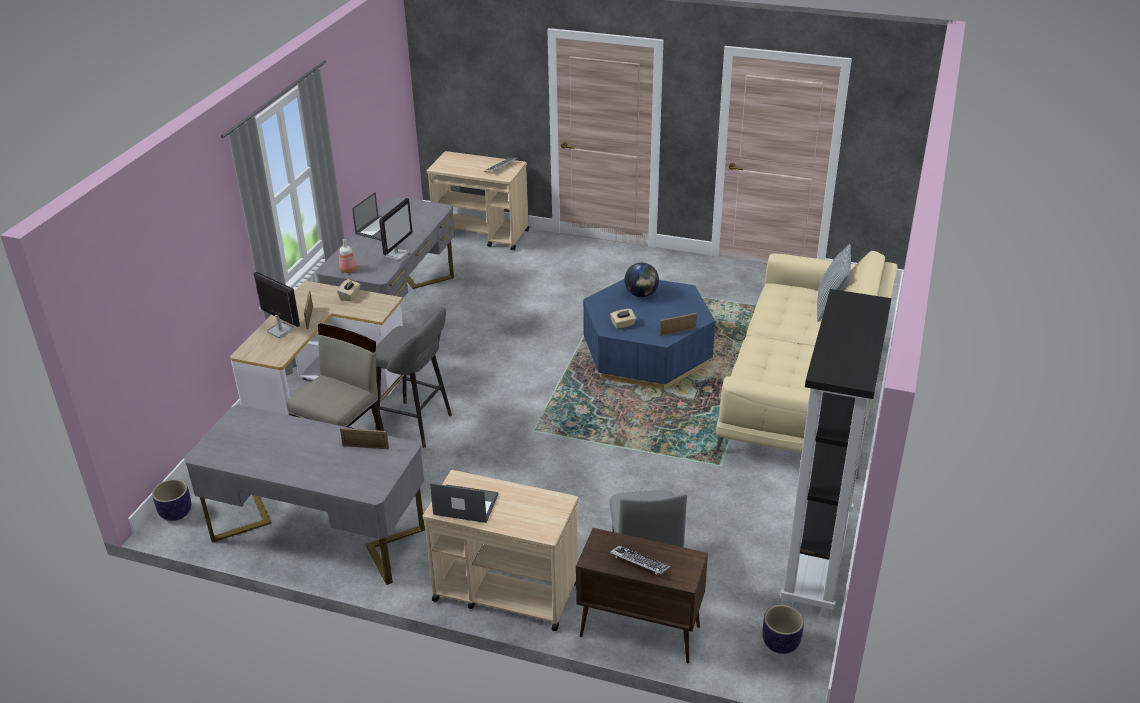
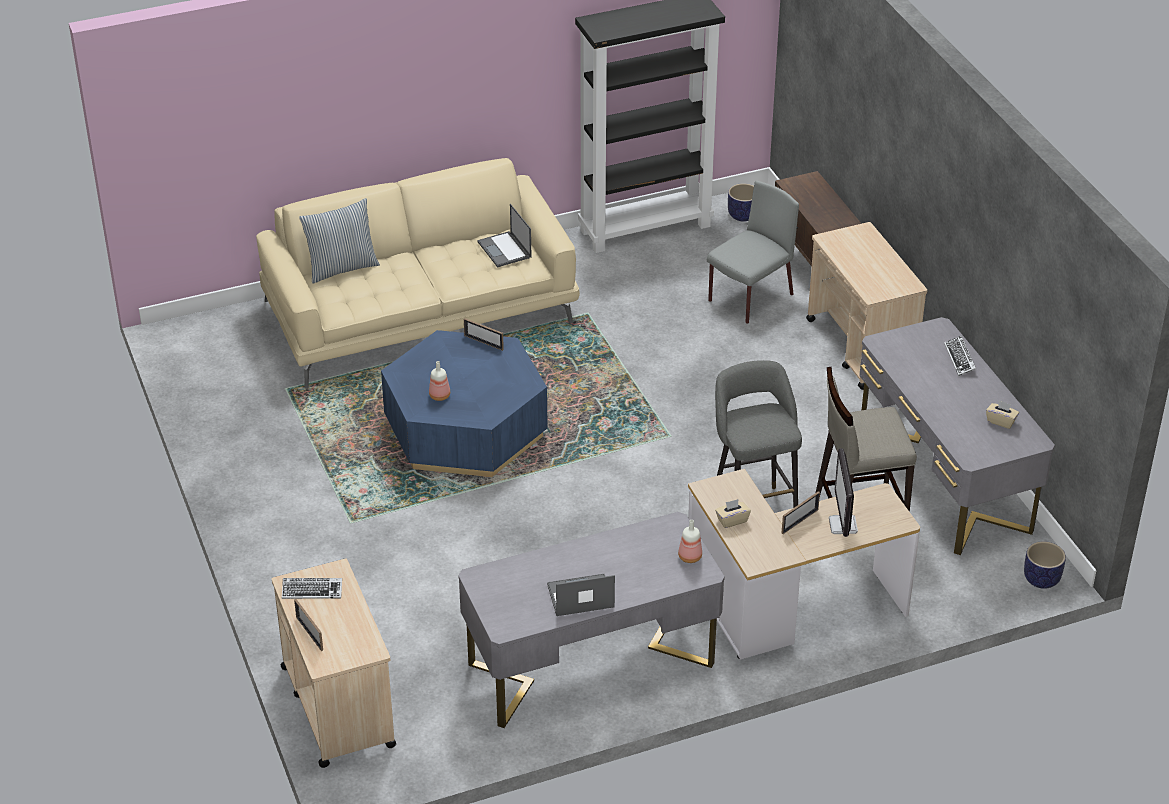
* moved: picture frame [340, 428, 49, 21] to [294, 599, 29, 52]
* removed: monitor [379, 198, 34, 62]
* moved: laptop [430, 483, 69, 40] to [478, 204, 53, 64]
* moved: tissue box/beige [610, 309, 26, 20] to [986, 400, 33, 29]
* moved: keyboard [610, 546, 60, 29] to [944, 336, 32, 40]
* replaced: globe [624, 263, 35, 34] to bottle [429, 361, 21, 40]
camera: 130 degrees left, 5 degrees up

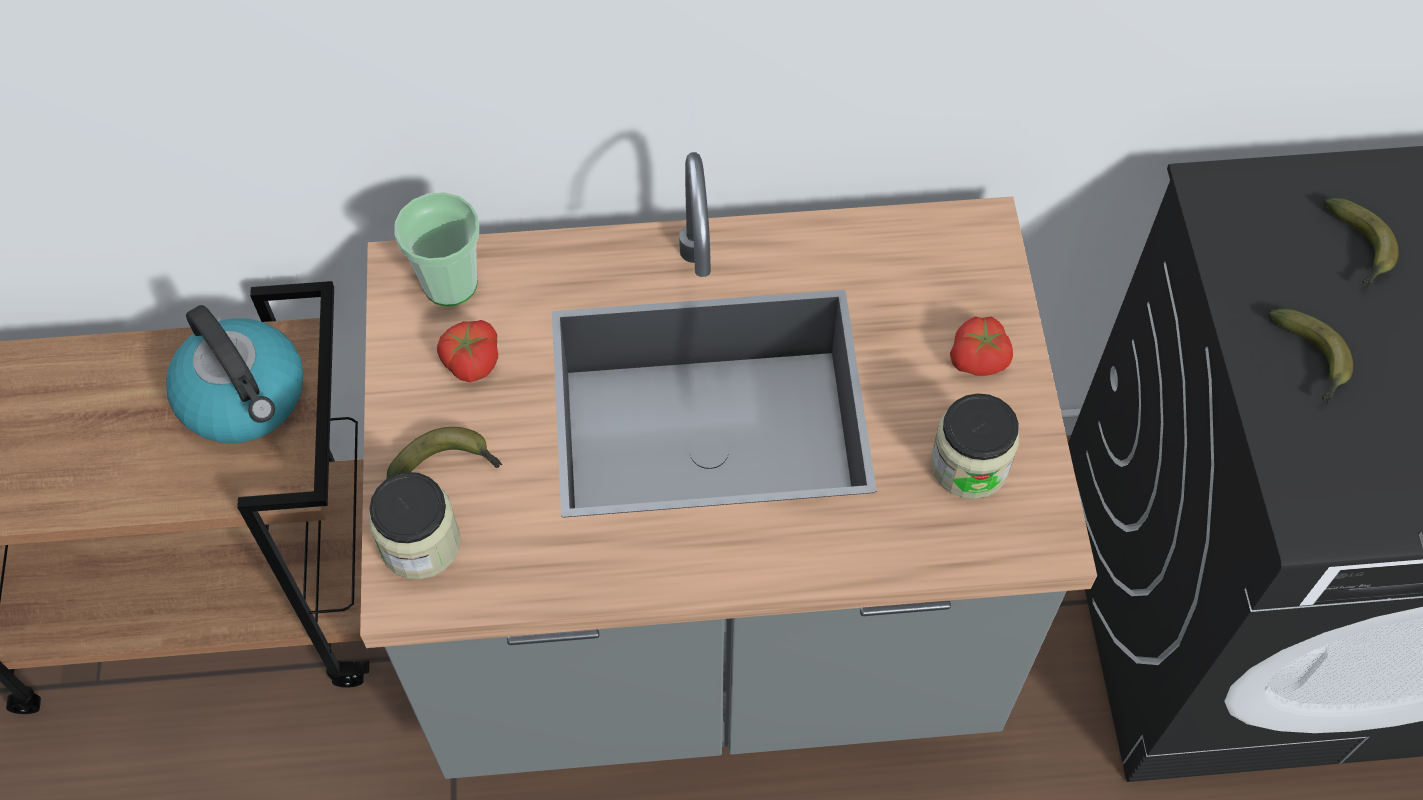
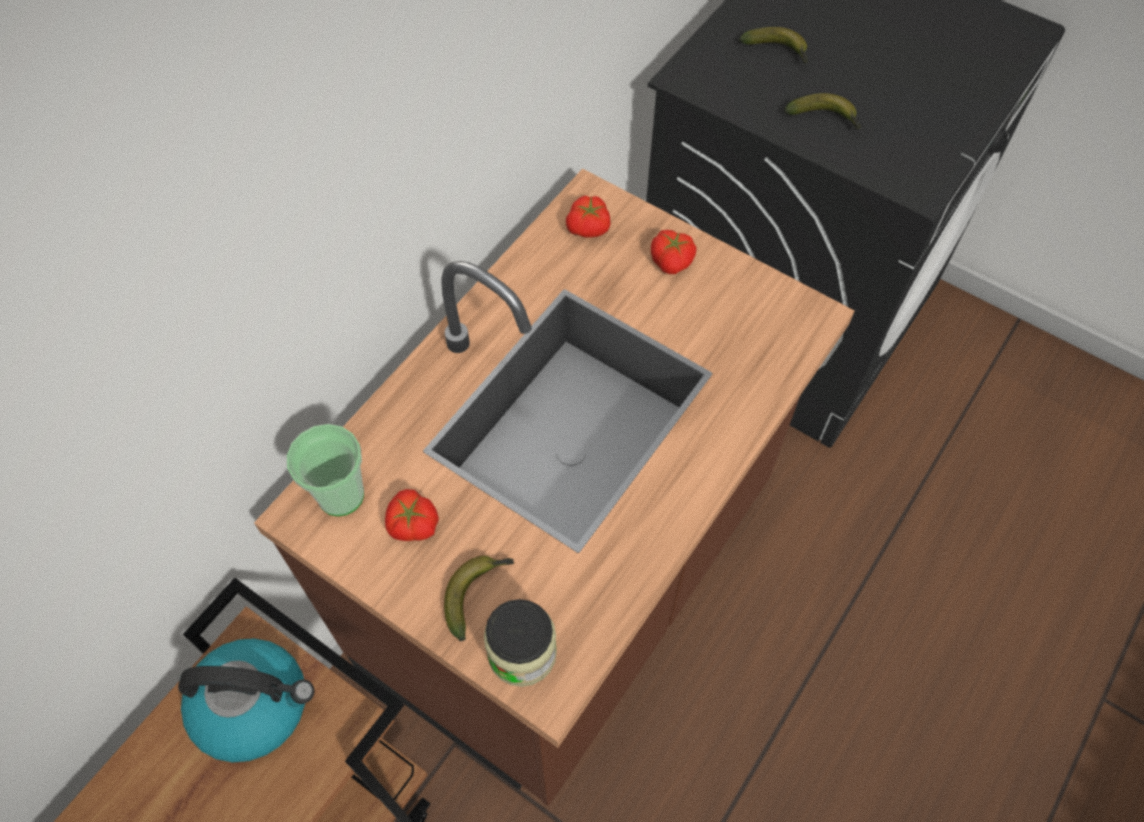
* recoloured: counter/grey [360, 152, 737, 627] to counter/brown [254, 168, 601, 638]
* removed: jar [931, 393, 88, 106]
* added: tomato [566, 195, 44, 43]
camera: 50 degrees left, 0 degrees up

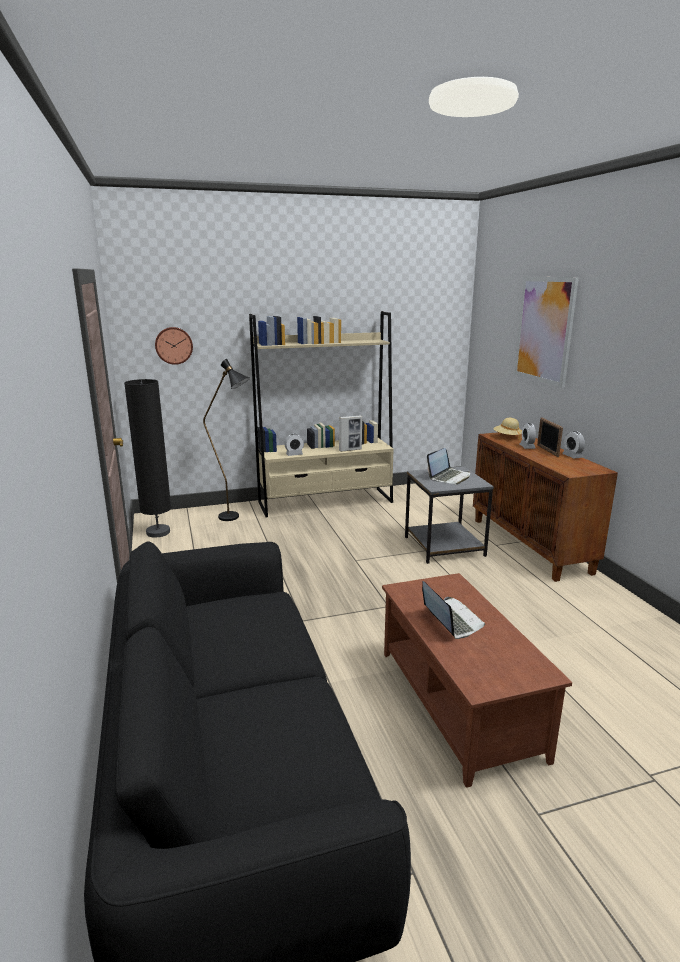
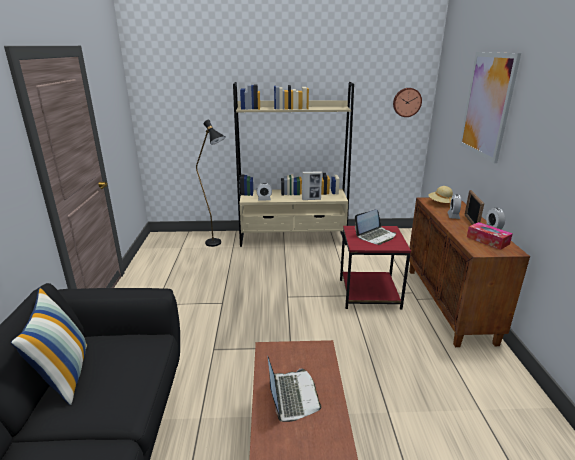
* removed: floor lamp/black [124, 379, 47, 159]
* moved: wall clock [155, 327, 38, 38] to [393, 88, 29, 29]
* recoloured: side table/grey [405, 466, 89, 98] to side table/red [340, 226, 71, 84]
* added: pillow [11, 288, 76, 117]
* added: tissue box [467, 222, 46, 28]
camera: 15 degrees right, 5 degrees up

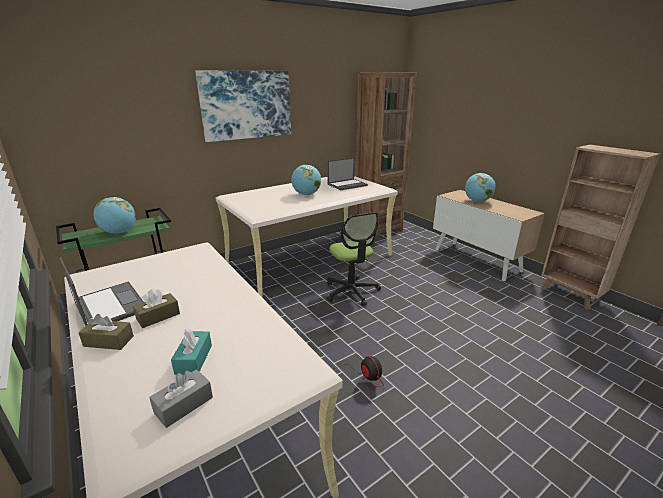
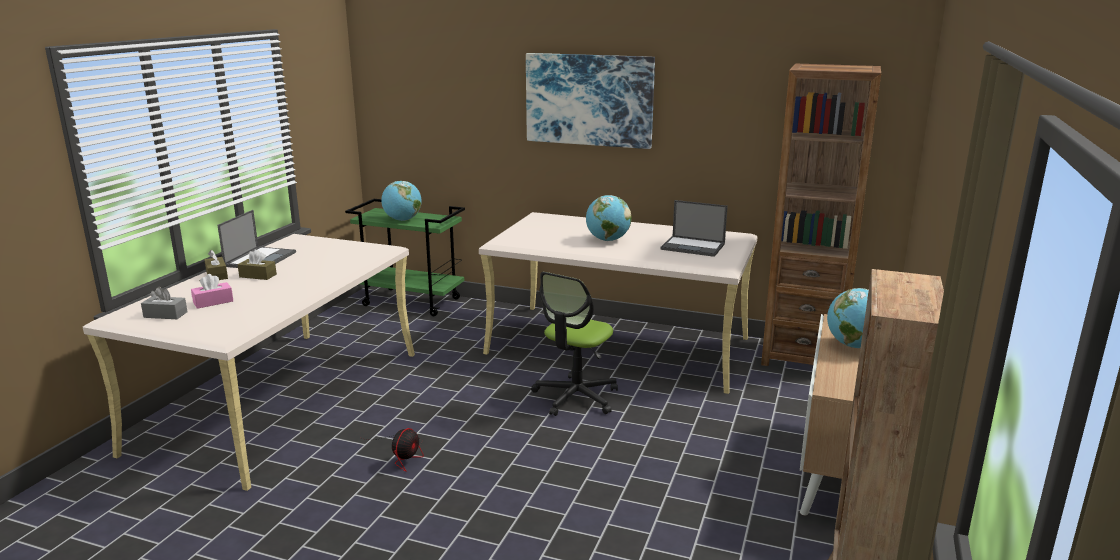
* recoloured: tissue box/turquoise [171, 328, 41, 47] to tissue box/pink [191, 274, 42, 35]
camera: 55 degrees right, 5 degrees down

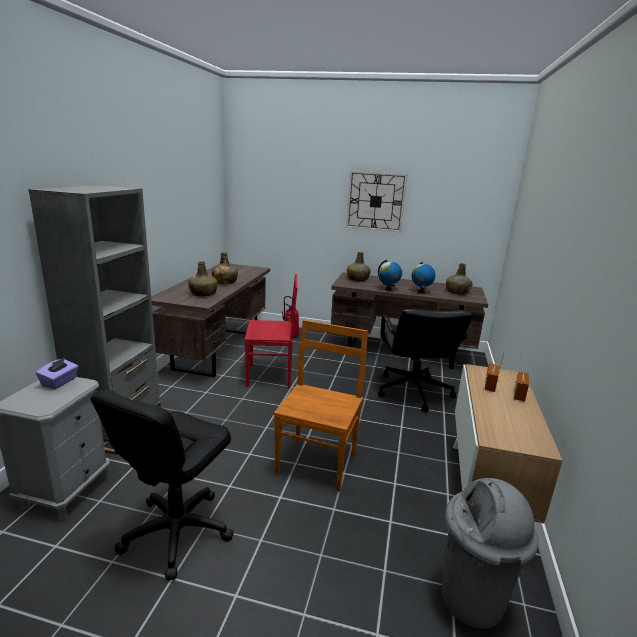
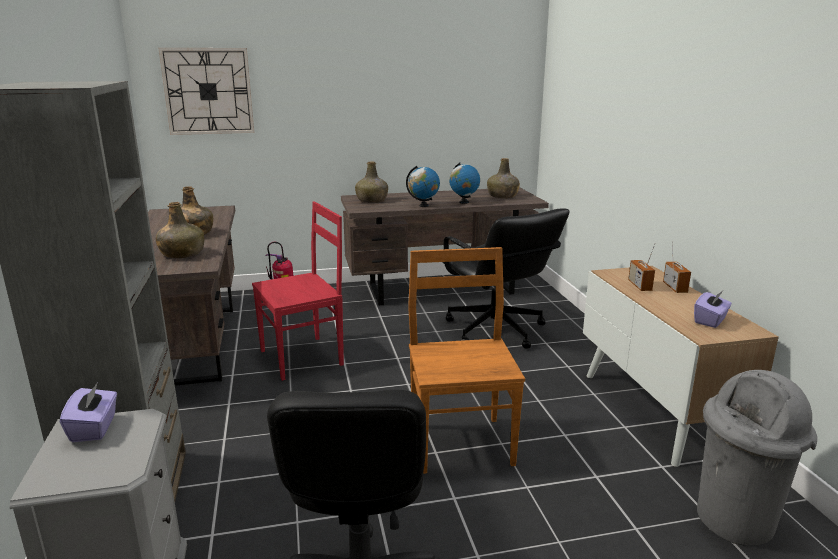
* moved: wall clock [346, 171, 61, 62] to [158, 48, 96, 87]
* added: tissue box/purple [694, 291, 38, 37]
camera: 25 degrees left, 0 degrees up

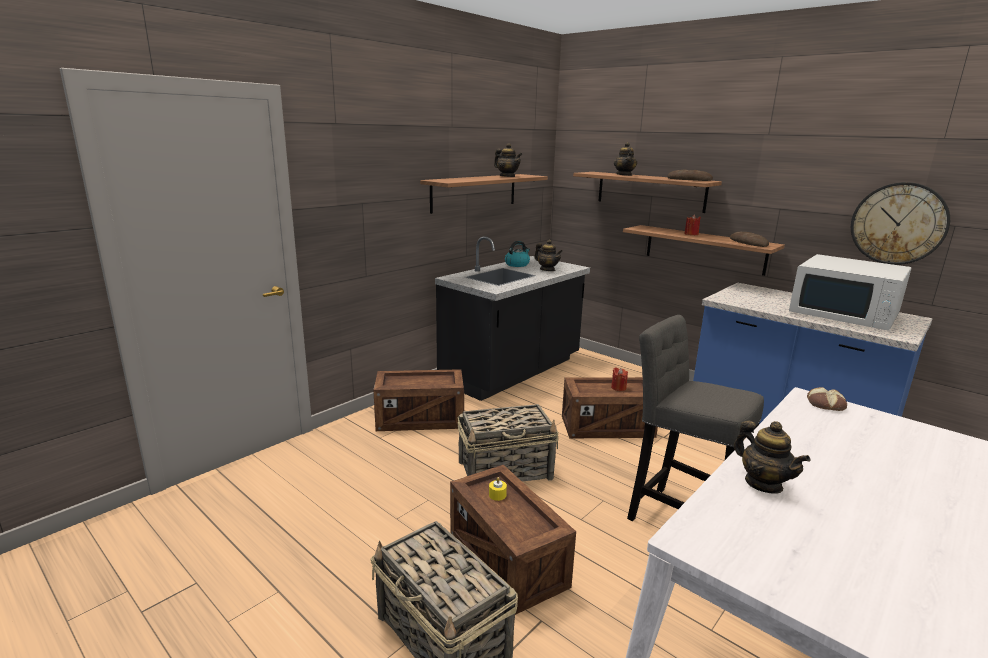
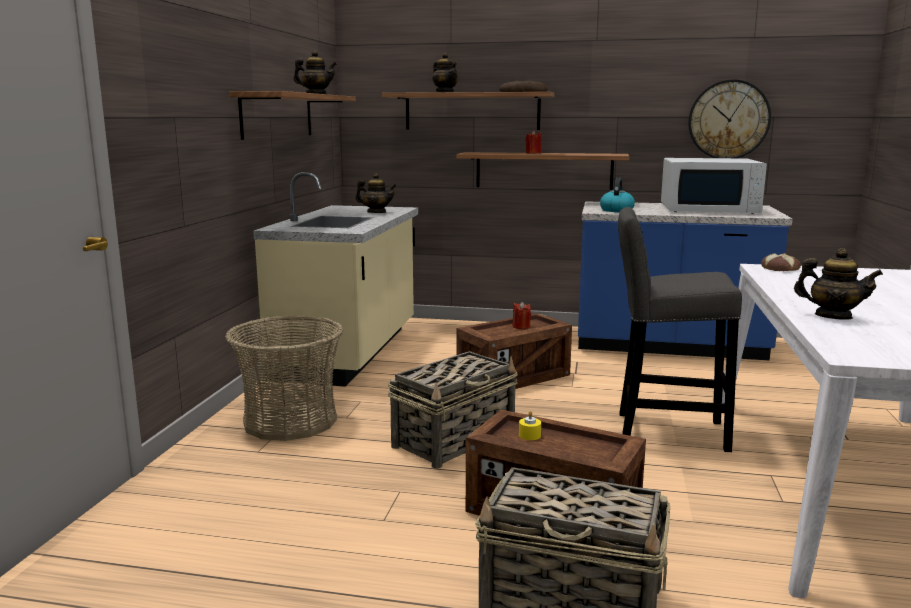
* replaced: crate [373, 369, 91, 62] to basket [225, 315, 119, 126]
* recoloured: counter/black [435, 236, 155, 165] to counter/beige [253, 172, 165, 215]
* moved: kettle [505, 241, 25, 26] to [600, 178, 35, 34]
* removed: bread [730, 231, 39, 16]
camera: 30 degrees left, 5 degrees down

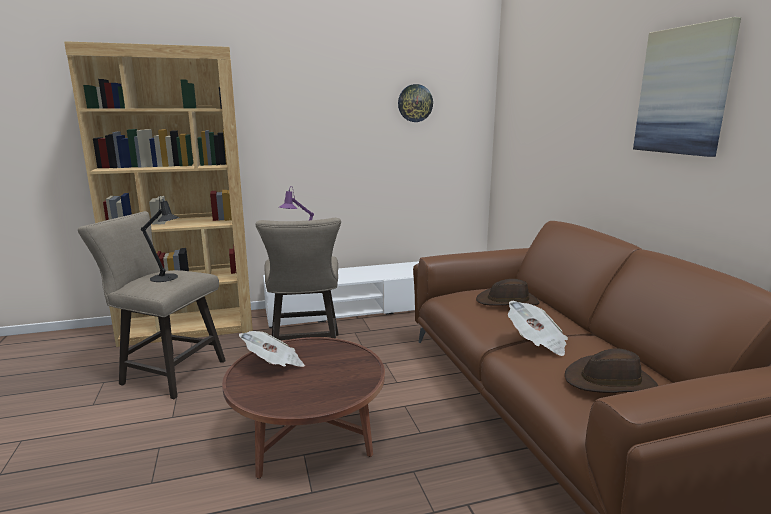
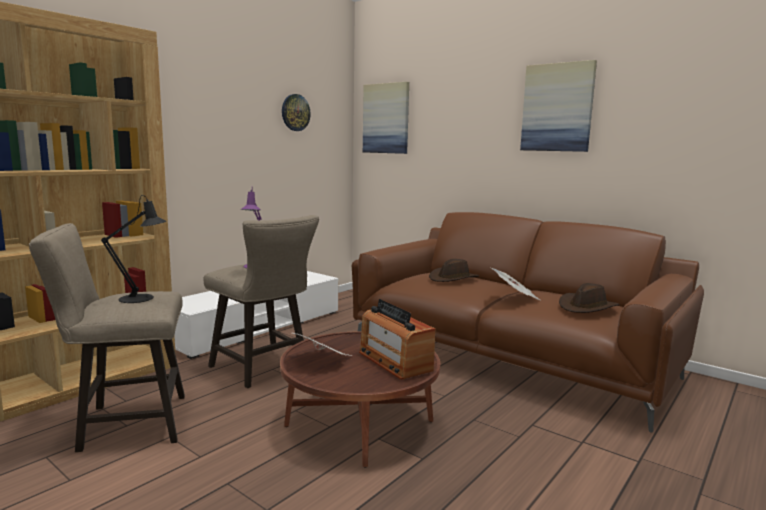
* added: radio [359, 299, 76, 81]
* added: picture [363, 82, 46, 72]
camera: 35 degrees left, 5 degrees down

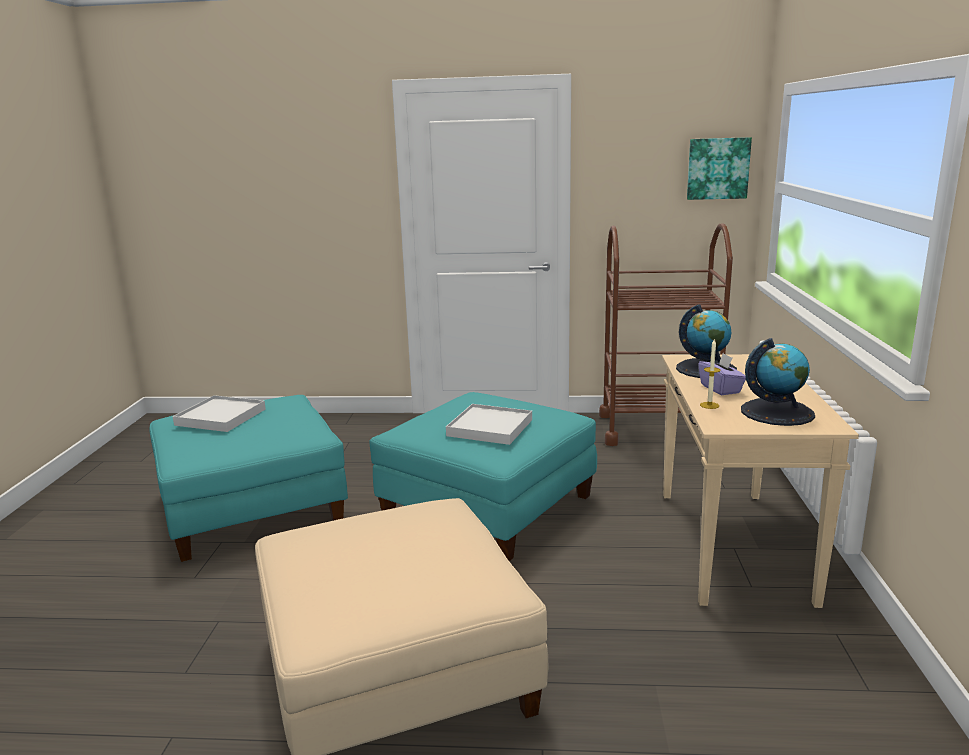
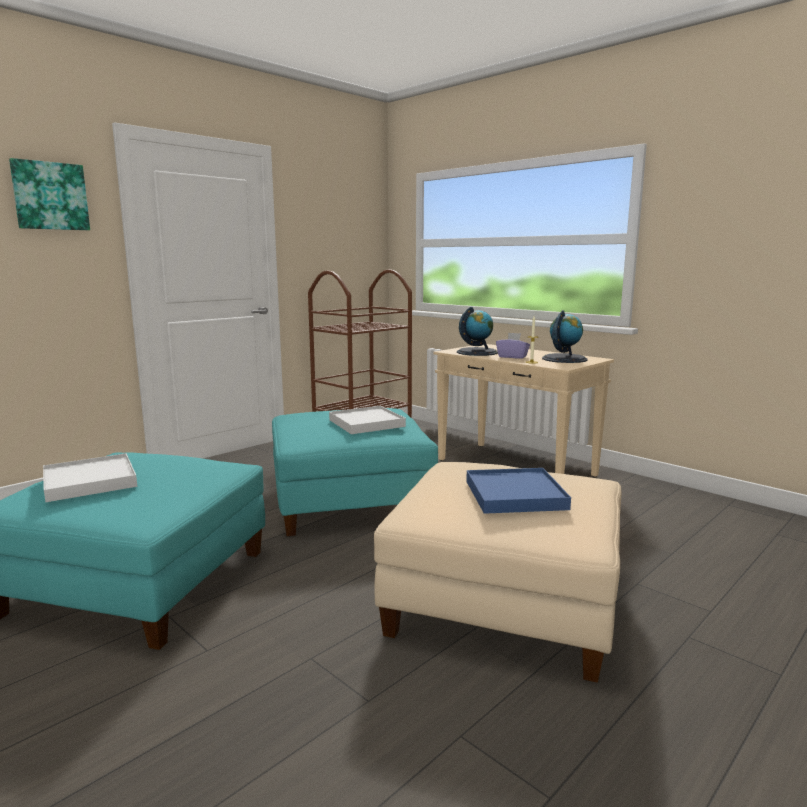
* moved: picture [687, 137, 65, 63] to [9, 158, 81, 72]
* added: tray/blue [466, 468, 105, 46]
camera: 50 degrees left, 5 degrees down

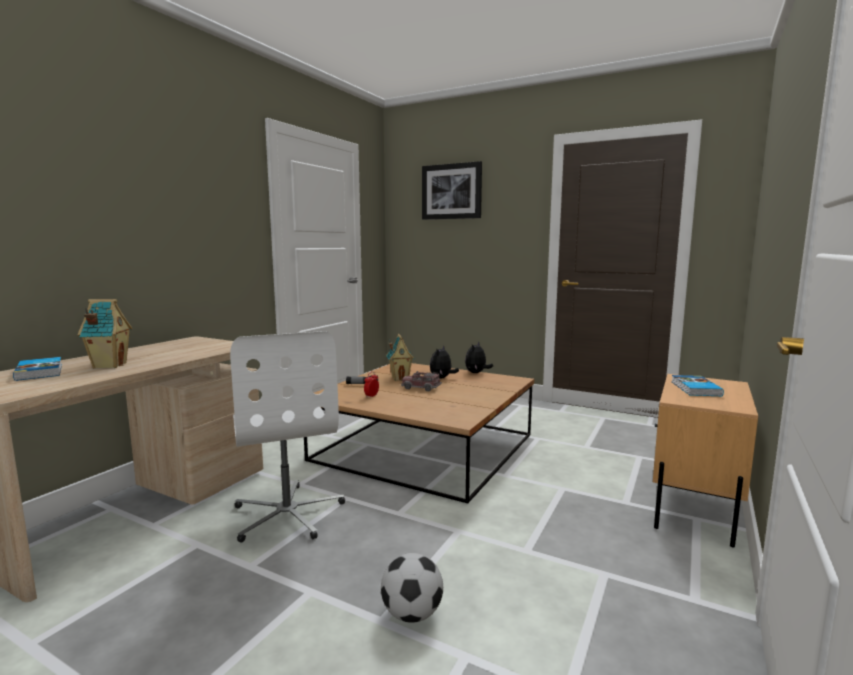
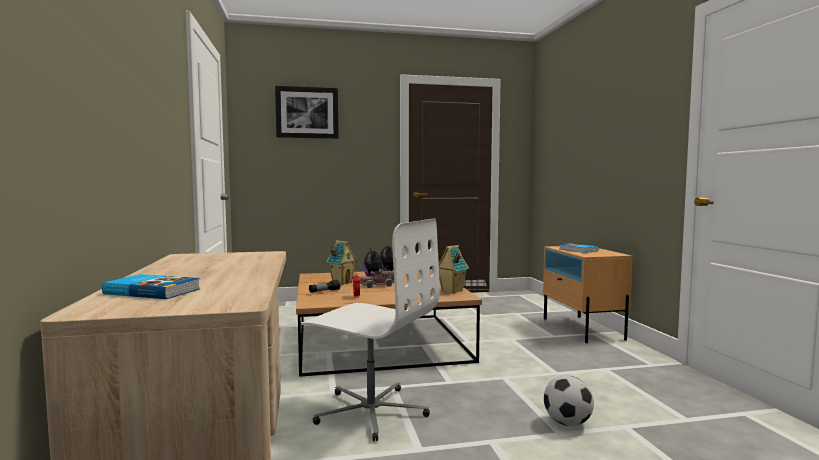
* moved: toy house [78, 299, 54, 70] to [439, 245, 30, 49]
camera: 40 degrees left, 5 degrees down

